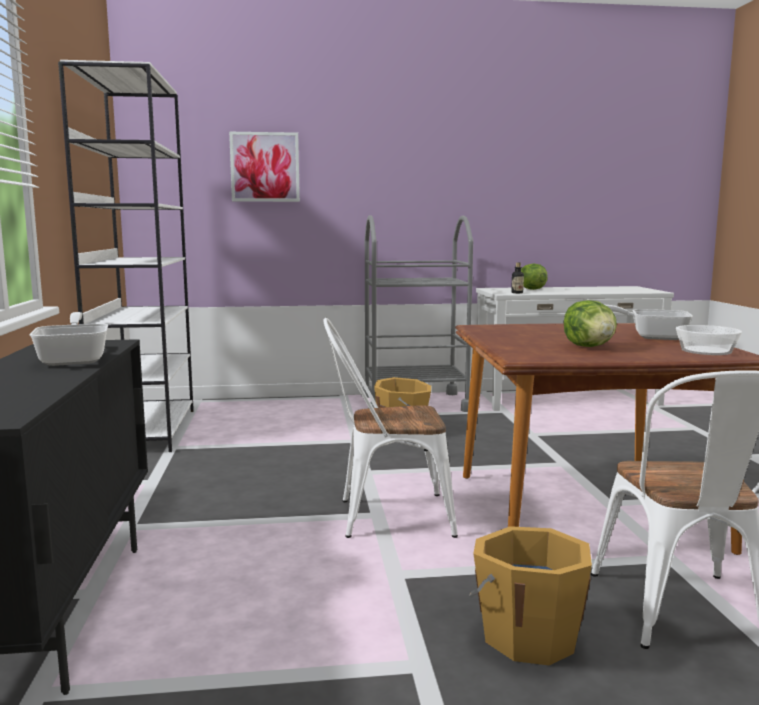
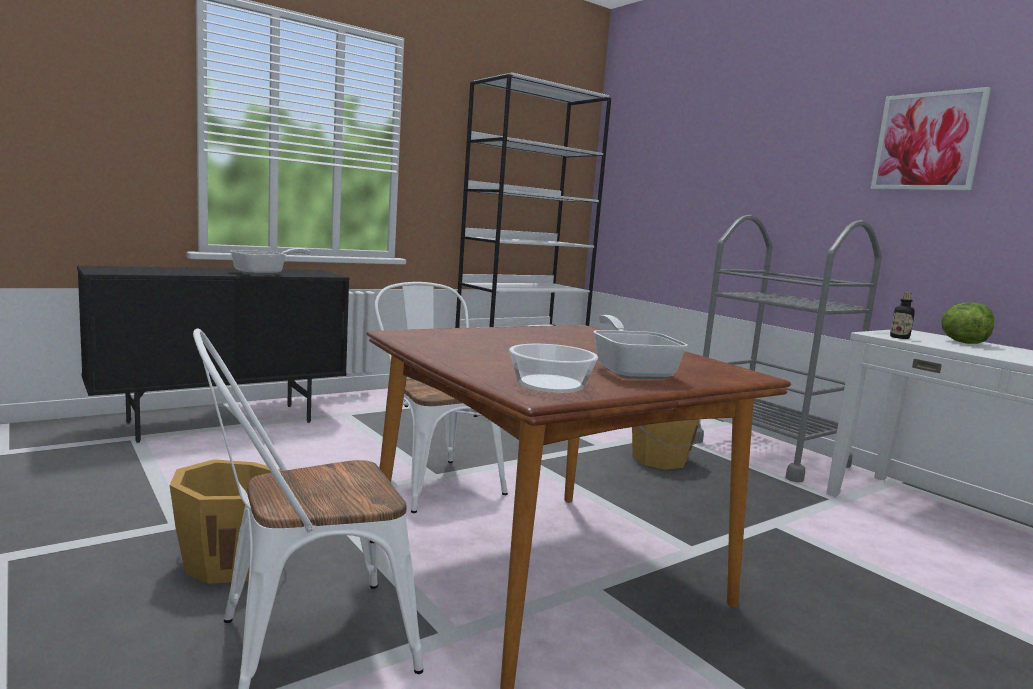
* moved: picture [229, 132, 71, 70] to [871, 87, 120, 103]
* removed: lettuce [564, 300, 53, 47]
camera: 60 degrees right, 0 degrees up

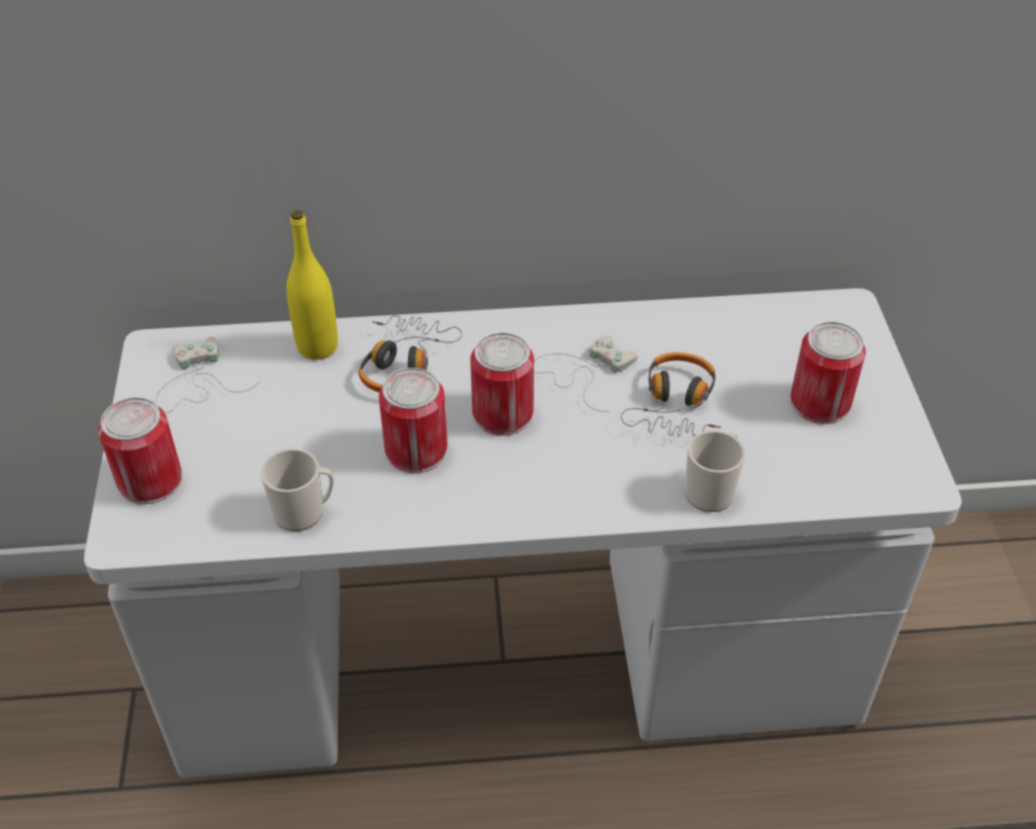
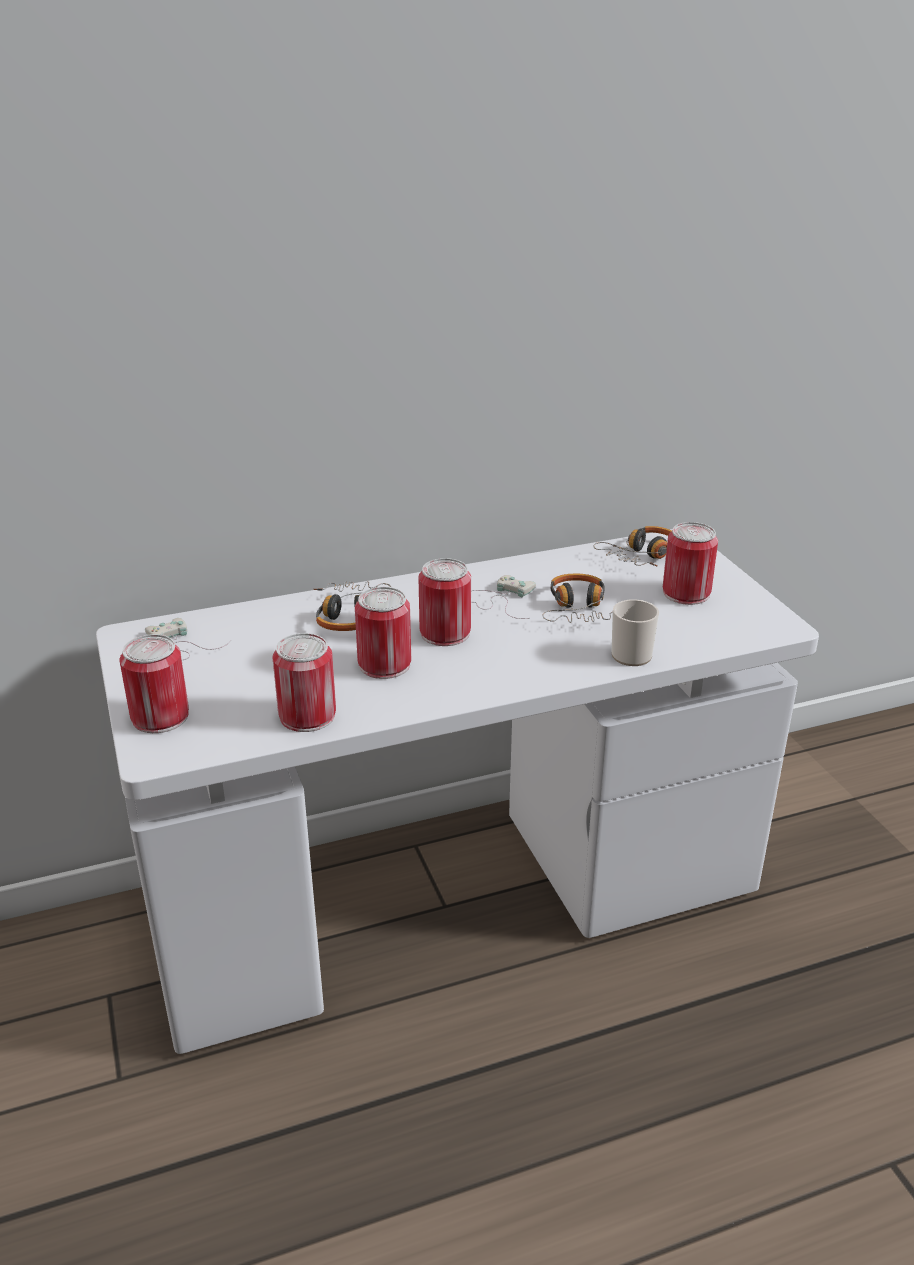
* replaced: mug [261, 449, 73, 82] to can [273, 633, 63, 99]
* removed: bottle/yellow [286, 210, 52, 150]
* added: headphones [594, 526, 78, 40]
camera: 15 degrees left, 15 degrees down

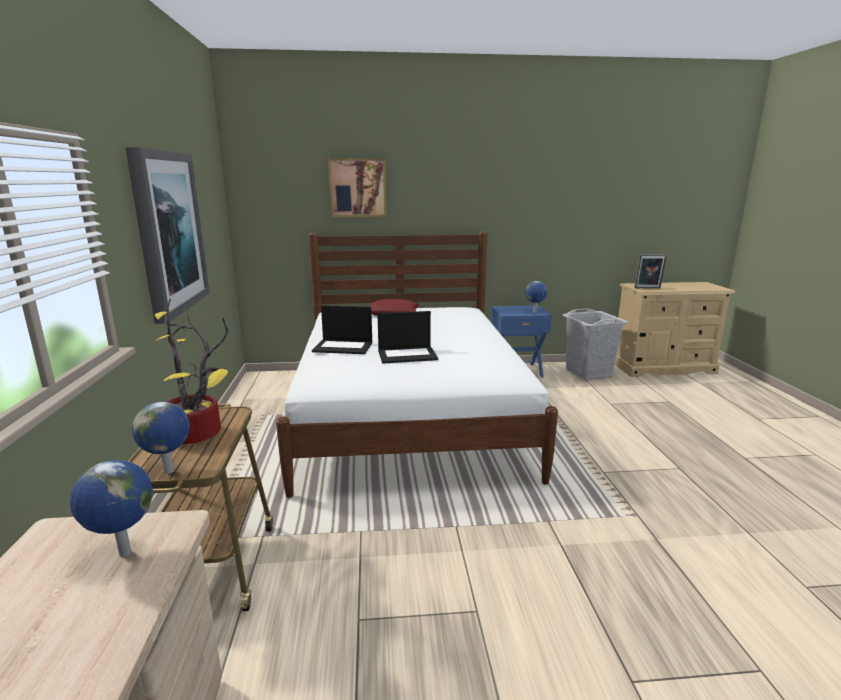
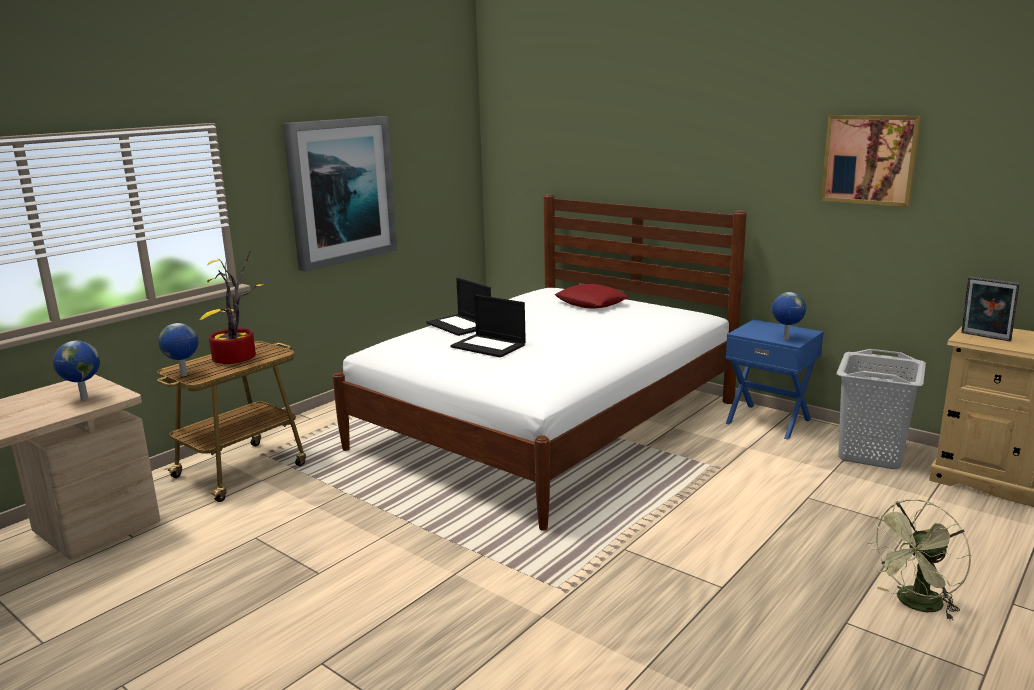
* moved: picture [328, 158, 59, 59] to [821, 115, 100, 92]
* added: fan/green [868, 499, 103, 121]
camera: 45 degrees right, 0 degrees up

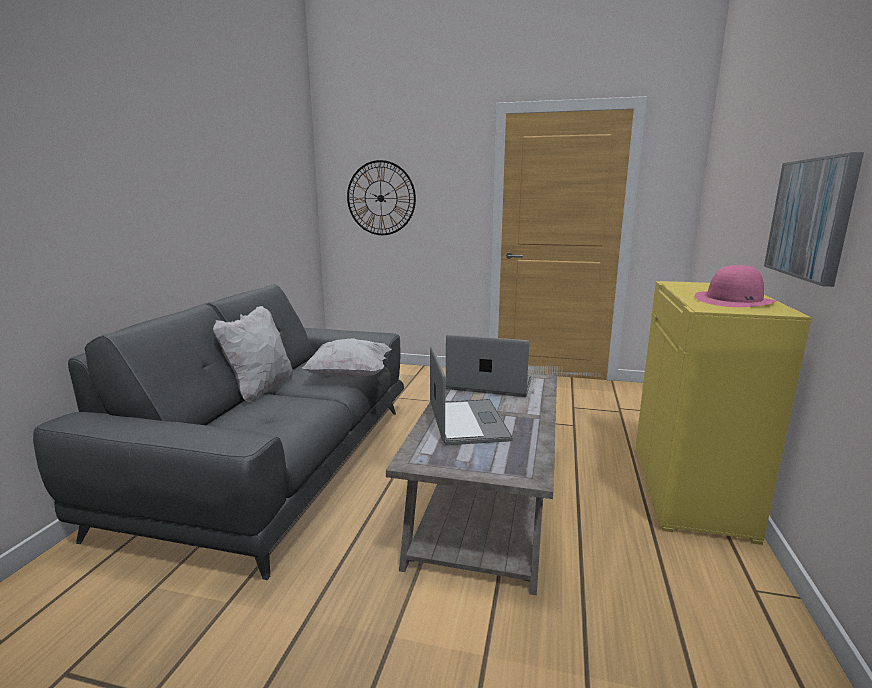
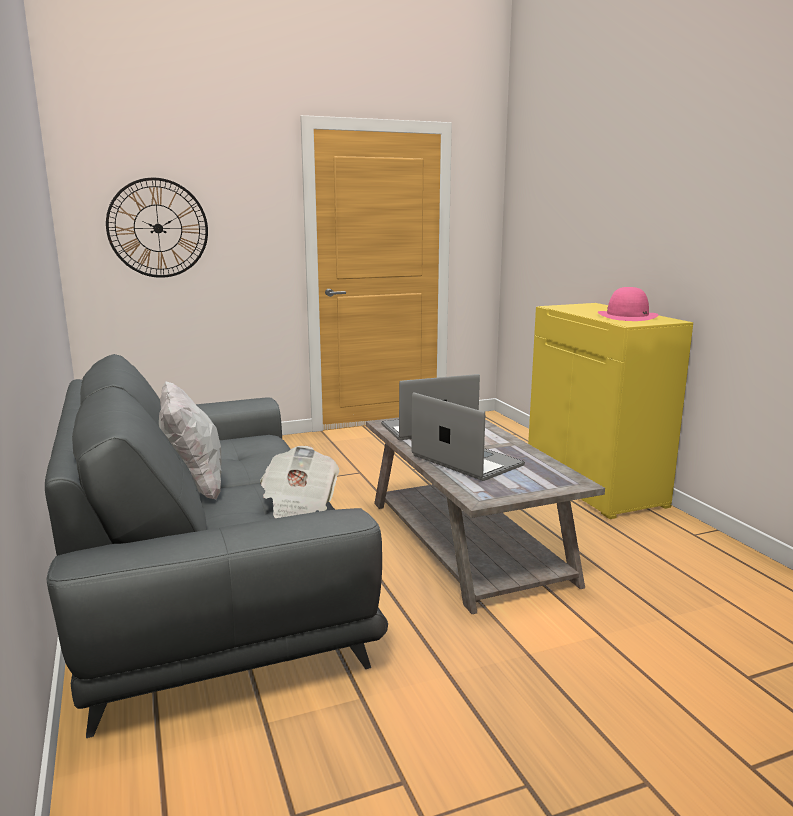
* removed: pillow/white [302, 338, 89, 40]
* removed: picture [764, 152, 100, 135]
* added: newspaper [260, 446, 79, 72]
camera: 35 degrees left, 0 degrees up

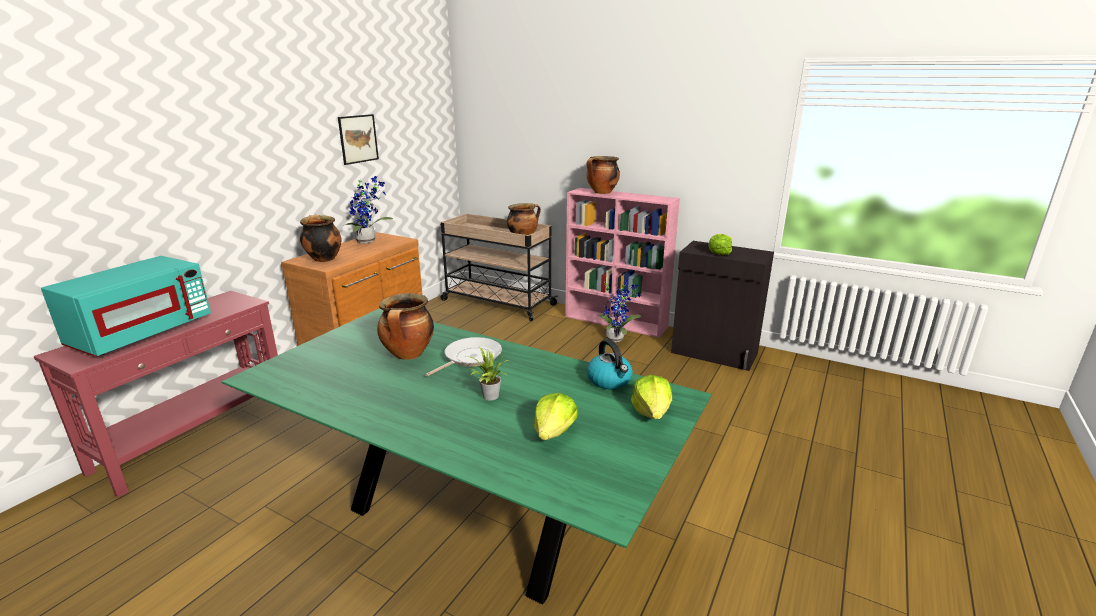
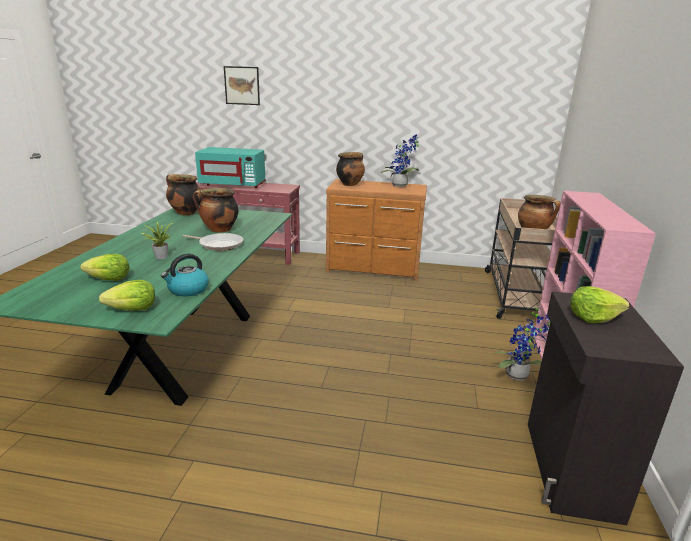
* moved: picture [338, 114, 41, 51] to [224, 66, 36, 39]
* moved: cooking pot [587, 156, 33, 38] to [166, 174, 36, 41]
camera: 70 degrees right, 0 degrees up

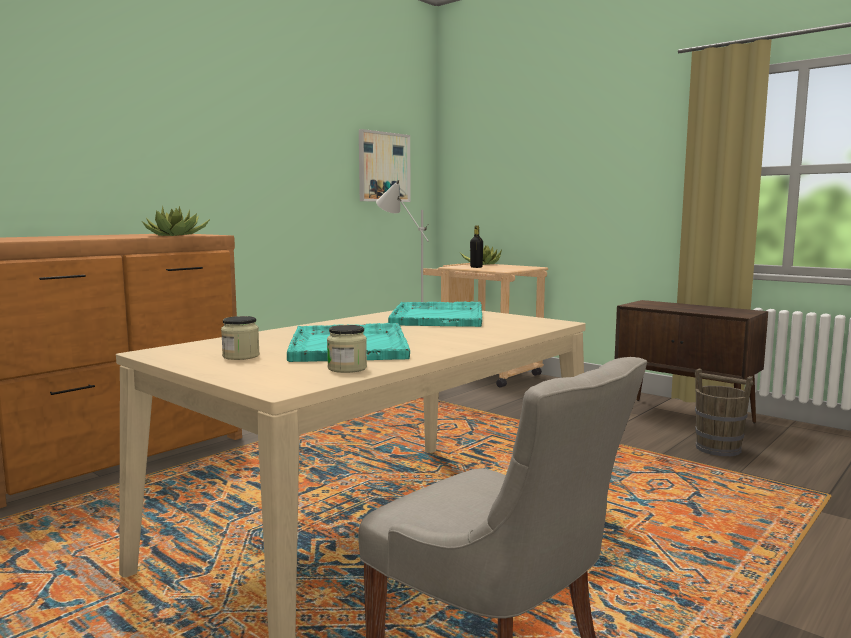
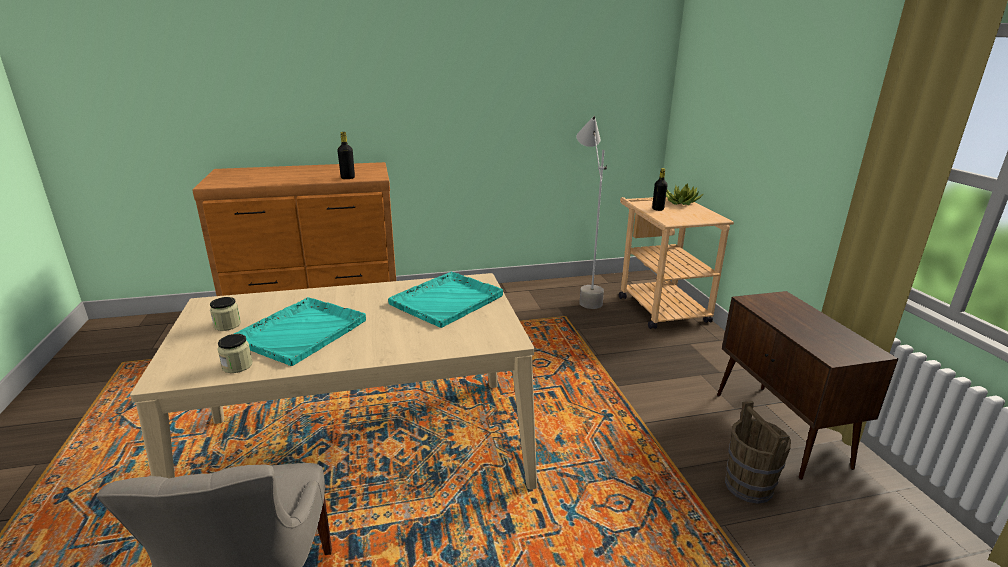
* replaced: potted plant [142, 206, 68, 30] to bottle/black [337, 132, 18, 47]
* removed: picture [359, 129, 52, 73]
camera: 35 degrees right, 15 degrees up

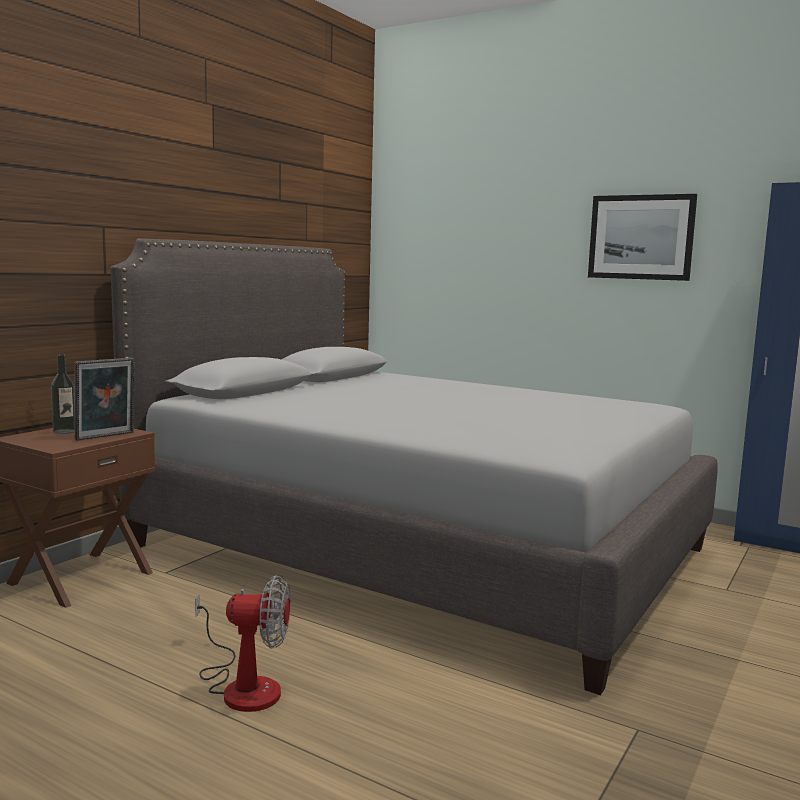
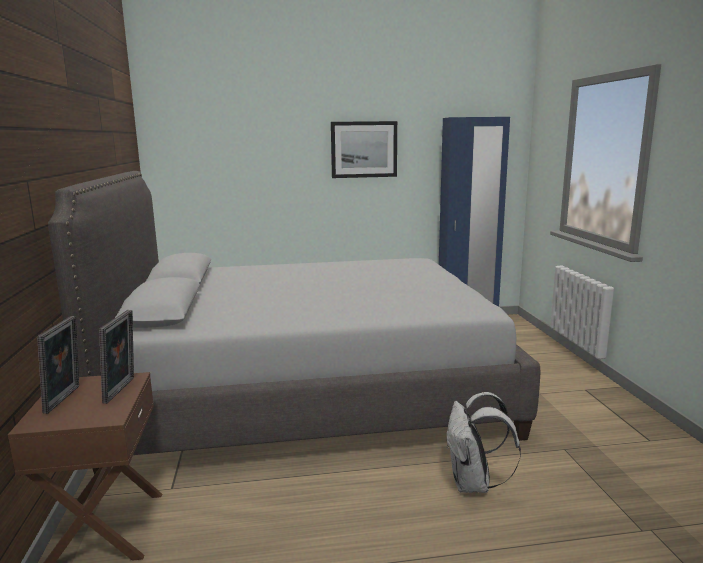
* replaced: bottle [51, 354, 24, 80] to picture frame [37, 316, 42, 98]
* removed: fan [195, 575, 96, 137]
* added: backpack/white [446, 392, 75, 101]
camera: 40 degrees left, 5 degrees up

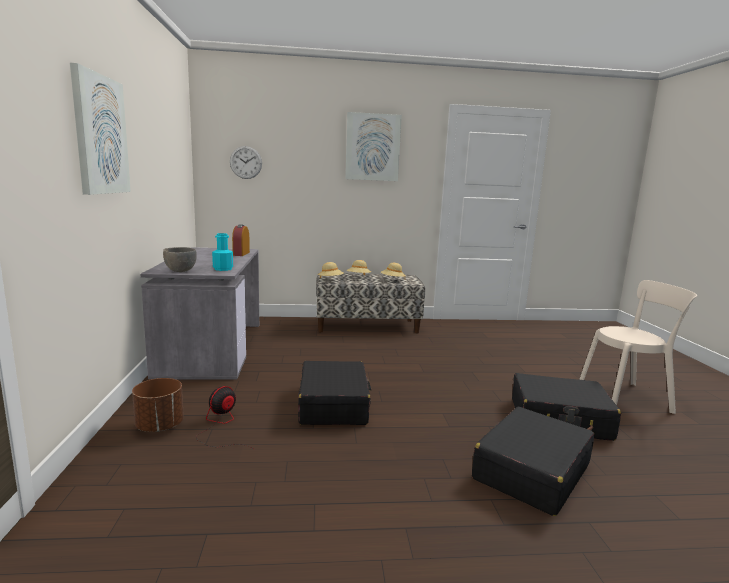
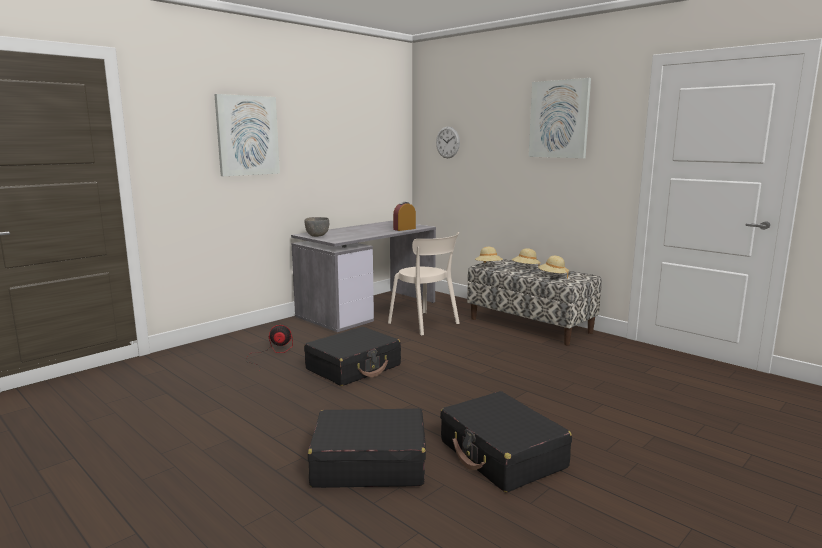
* removed: planter/brown [132, 378, 52, 54]
* removed: bottle/turquoise [212, 233, 21, 38]
* moved: chair/beige [579, 280, 118, 134] to [388, 232, 72, 104]
camera: 50 degrees right, 0 degrees up

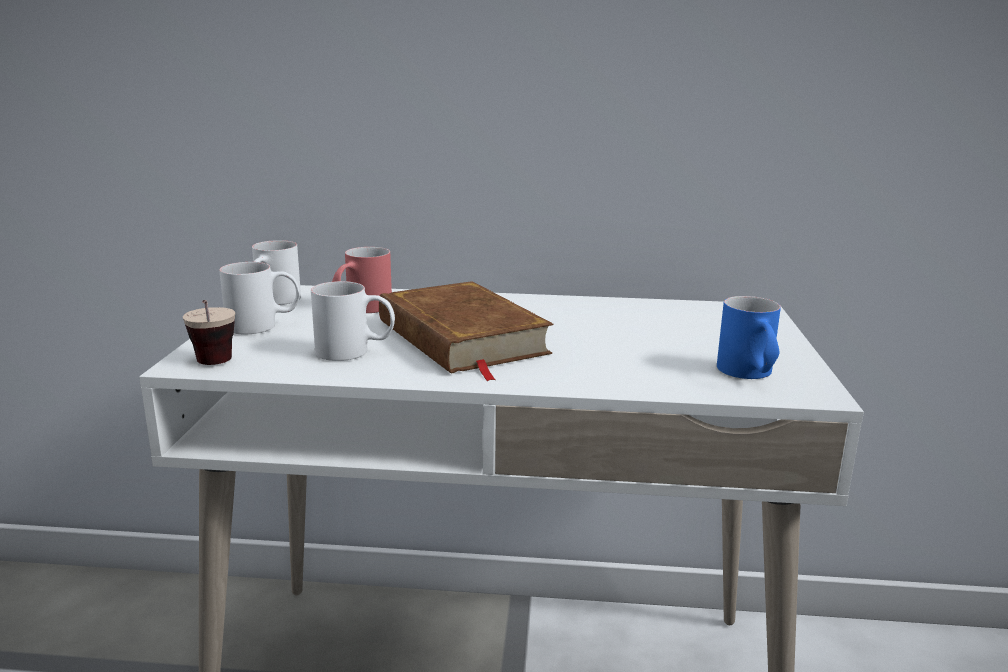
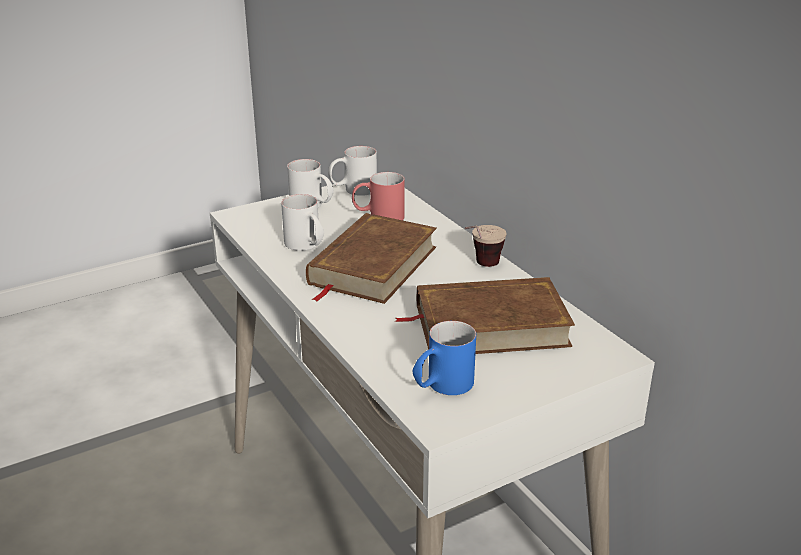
* moved: cup [183, 300, 52, 65] to [465, 225, 42, 42]
* added: book/brown [395, 277, 180, 77]
camera: 55 degrees right, 10 degrees up

